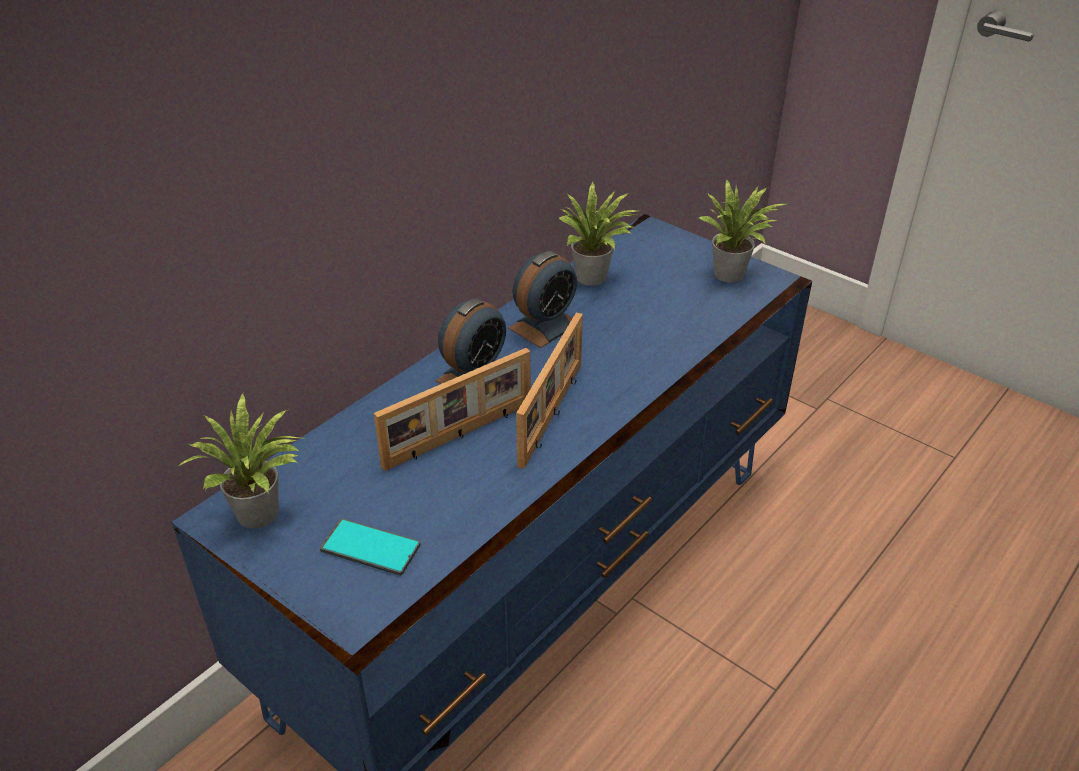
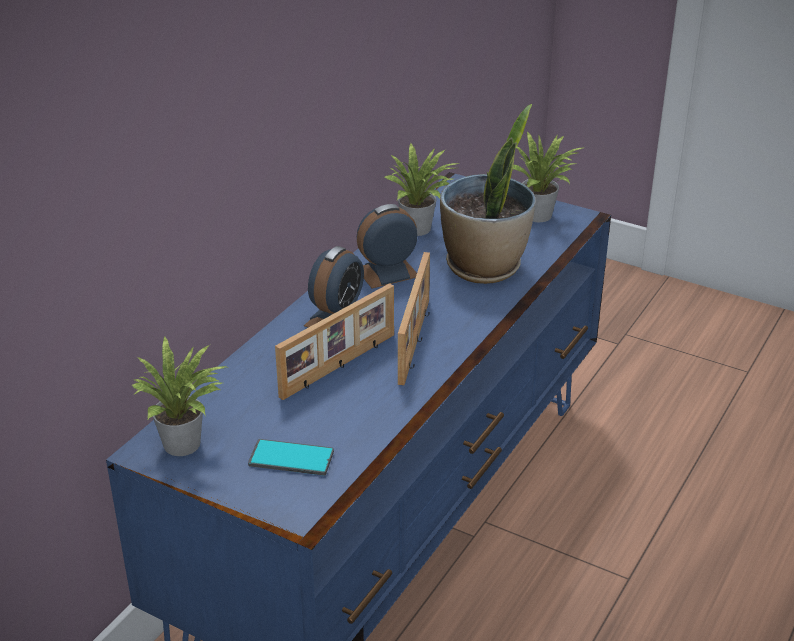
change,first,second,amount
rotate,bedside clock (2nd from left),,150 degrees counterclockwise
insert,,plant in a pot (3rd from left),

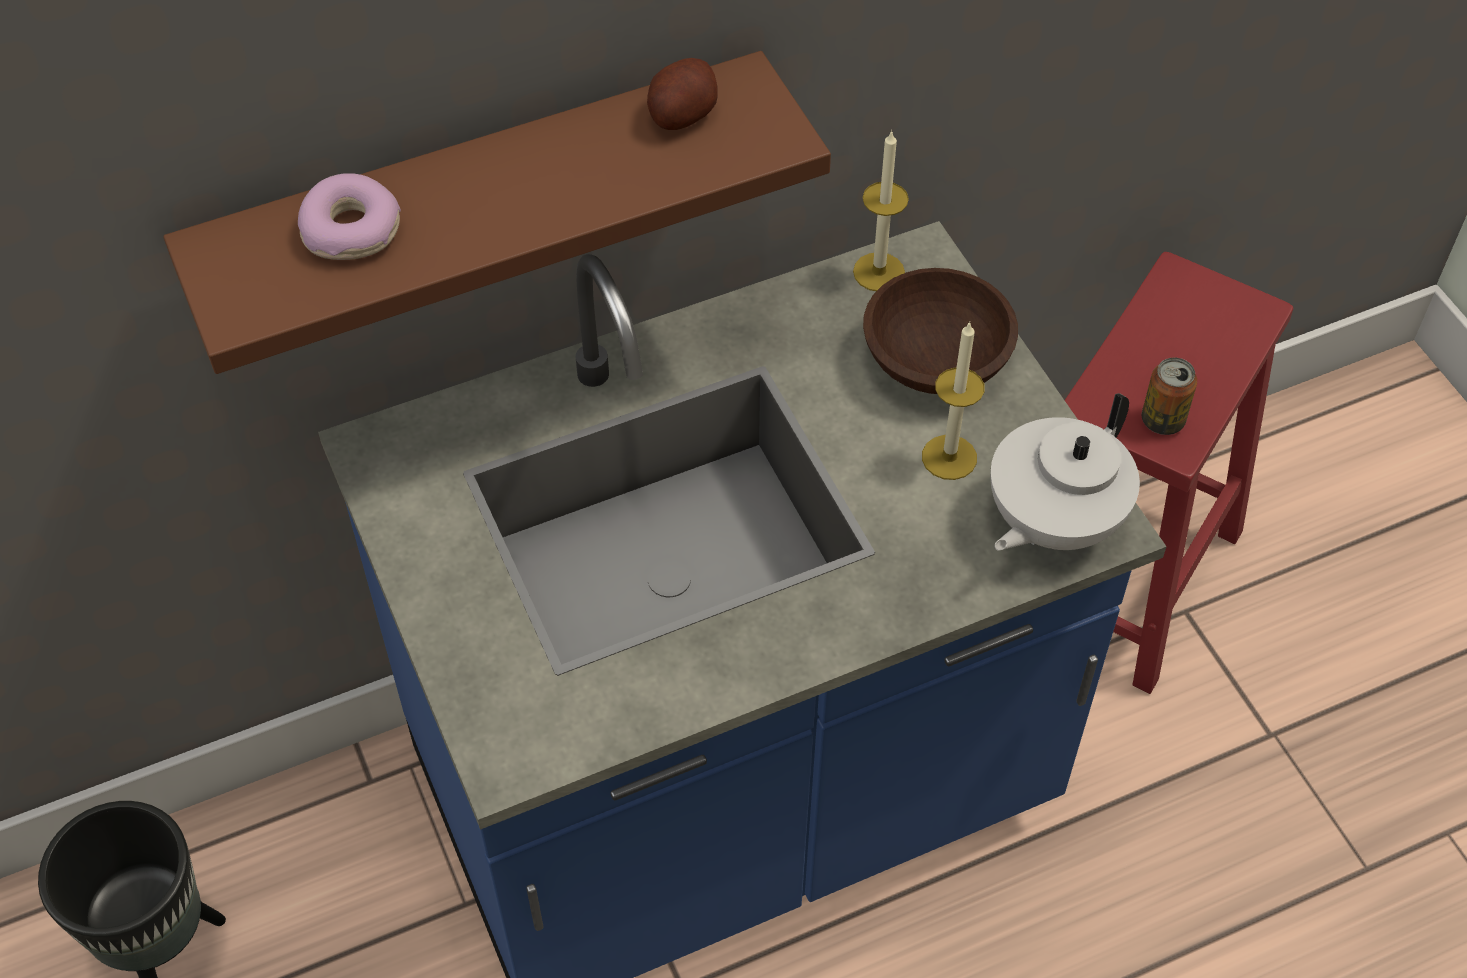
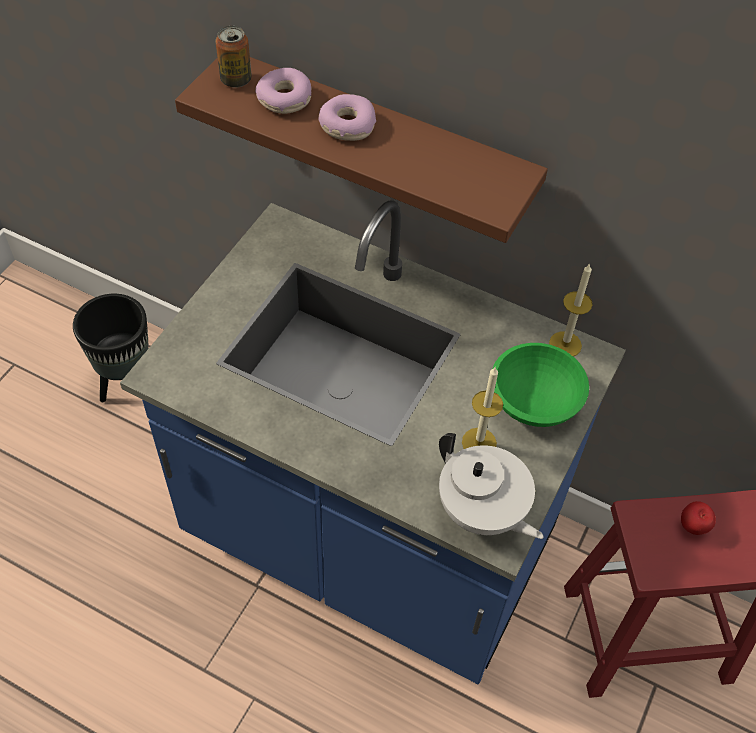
change,first,second,amount
delete,spud,,
recolor,serving bowl in brownish,serving bowl in green,
rotate,teapot in white-coloured,,135 degrees counterclockwise
move,metal can,,
insert,,donut (2nd from left),
insert,,apple fruit,

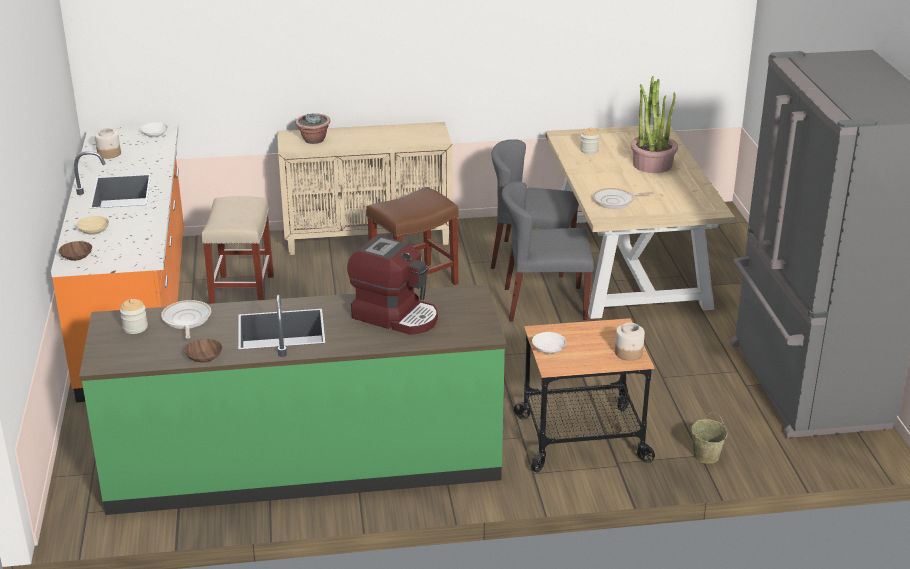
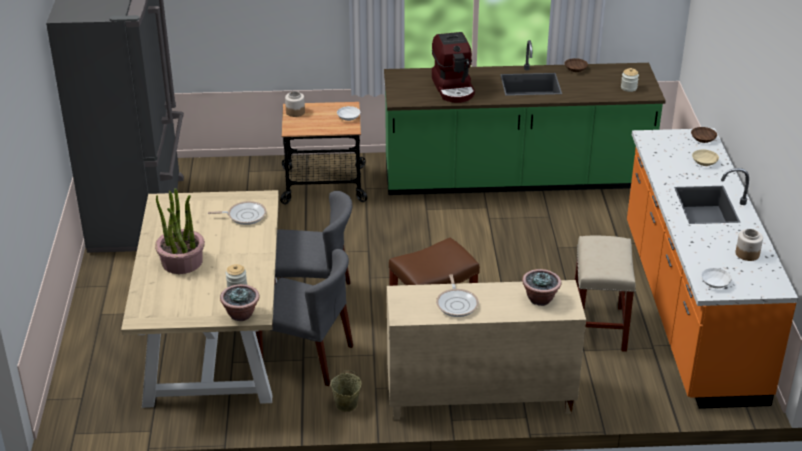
change,first,second,amount
move,frying pan (1st from left in the first image),frying pan (2nd from left),
rotate,coffee brewer,,135 degrees counterclockwise
move,pail in sand-coloured,,
insert,,plant in a pot (2nd from left),

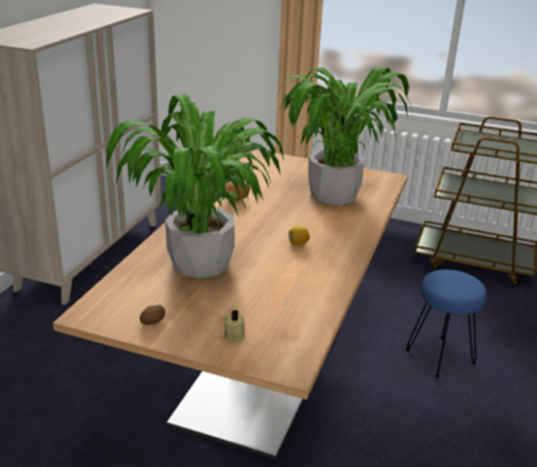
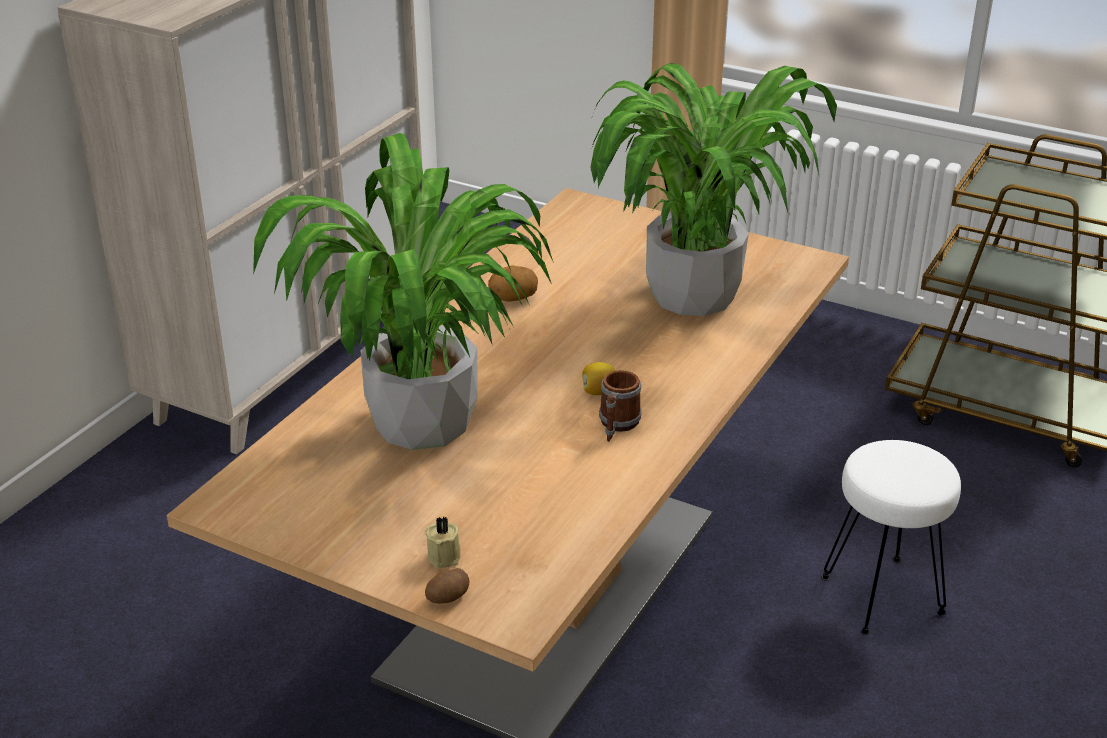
change,first,second,amount
move,spud (1st from left),,
recolor,sitting stool in bluish,sitting stool in white-coloured,
insert,,coffee mug,

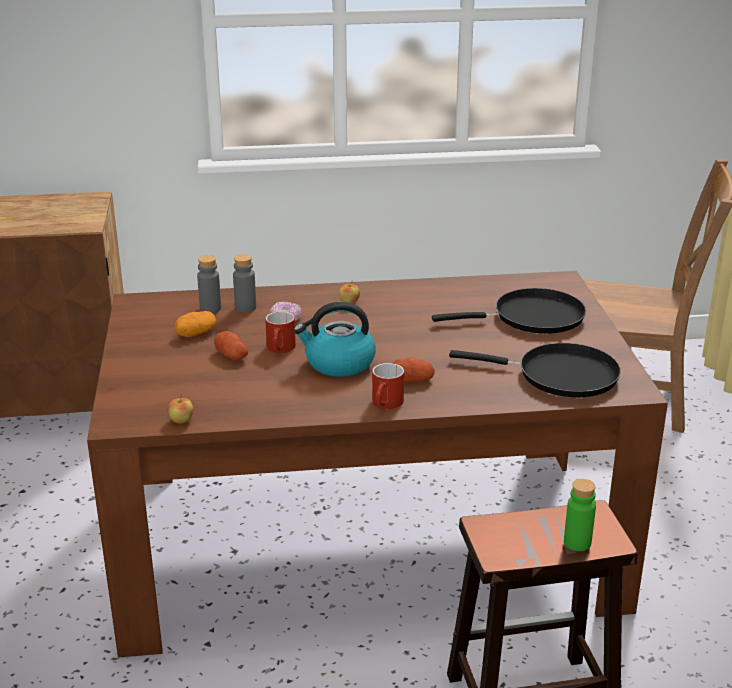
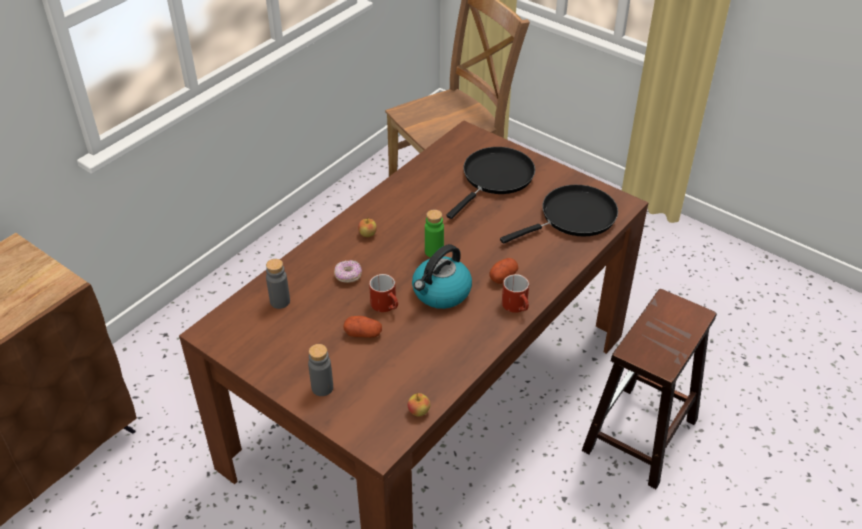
change,first,second,amount
delete,spud (1st from left),,
move,beverage bottle in grey (2nd from left),,
move,beverage bottle in green,,

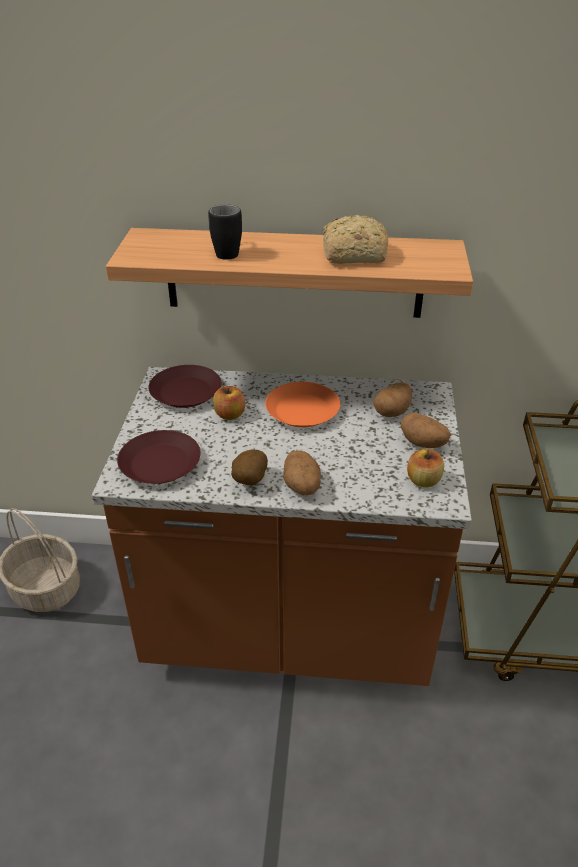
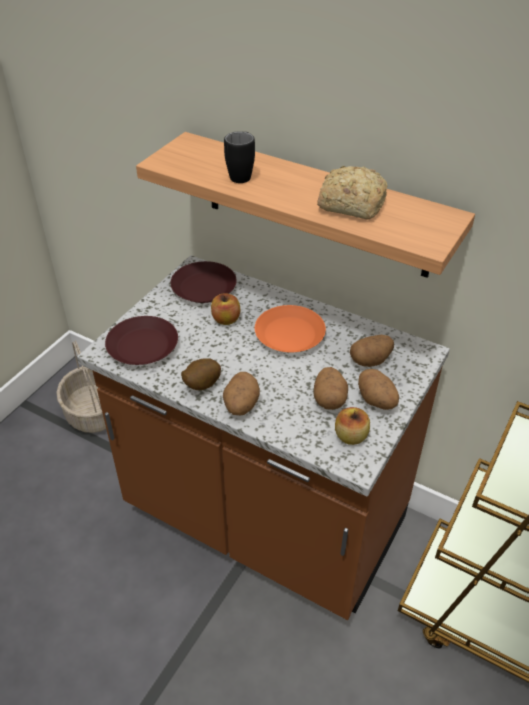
change,first,second,amount
insert,,spud (3rd from left),

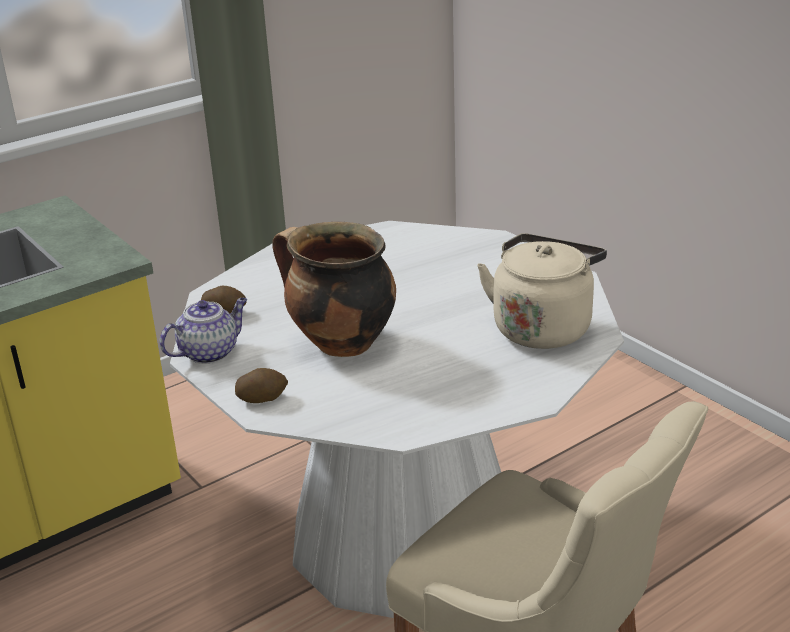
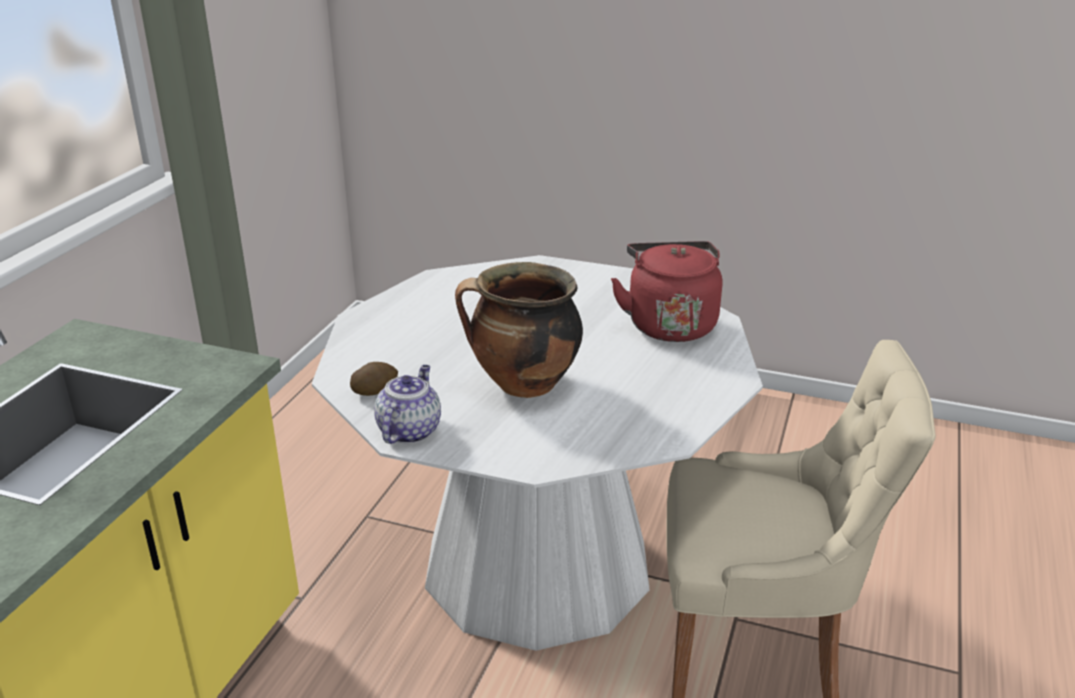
change,first,second,amount
delete,spud (2nd from left),,
recolor,water kettle in sand-coloured,water kettle in red,

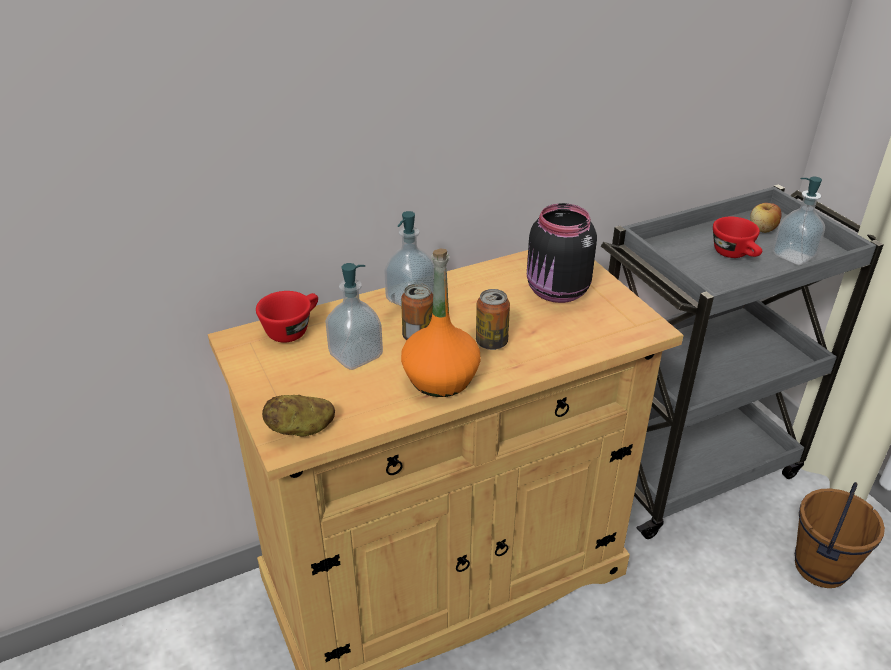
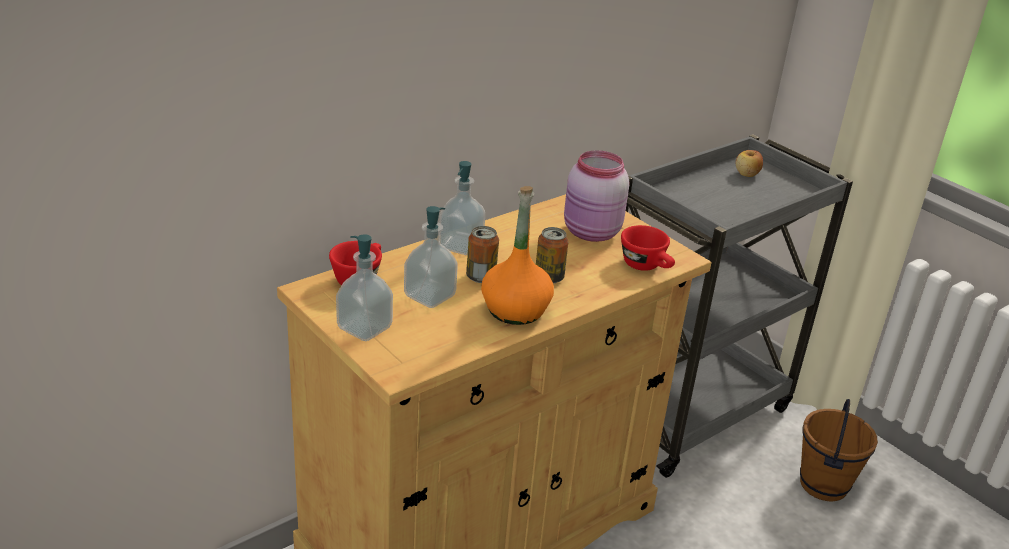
change,first,second,amount
delete,spud,,
recolor,jar in blackish,jar in pink,
move,drinking cup in red (2nd from left),,
move,liquid soap bottle (3rd from left in the first image),liquid soap bottle (1st from left),

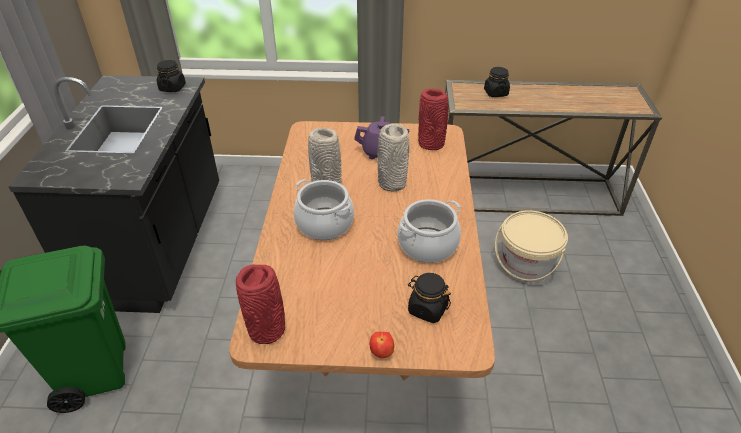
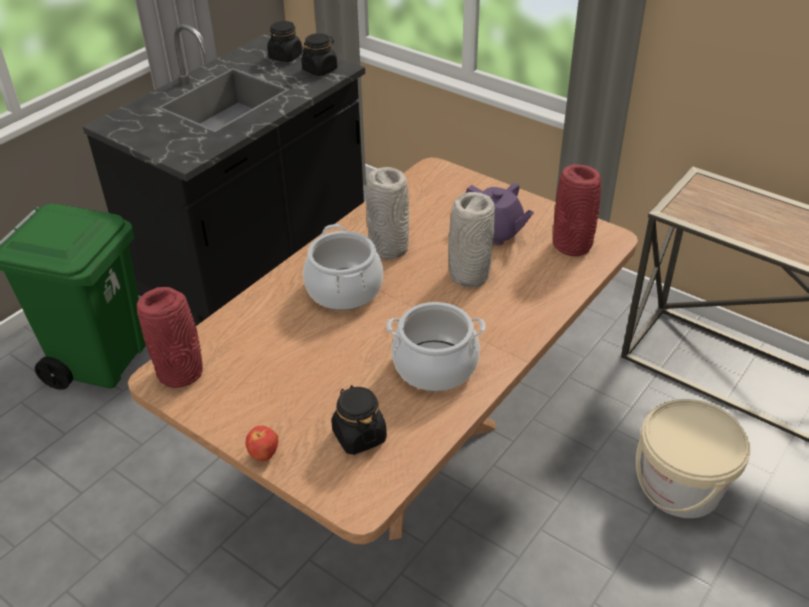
change,first,second,amount
move,jar in blackish (3rd from left in the first image),jar in blackish (1st from left),

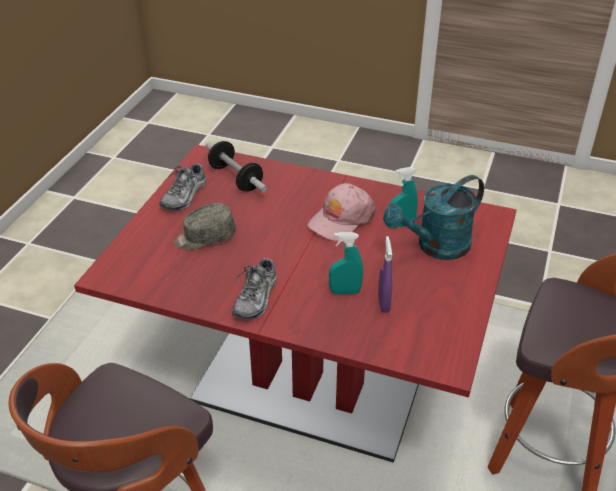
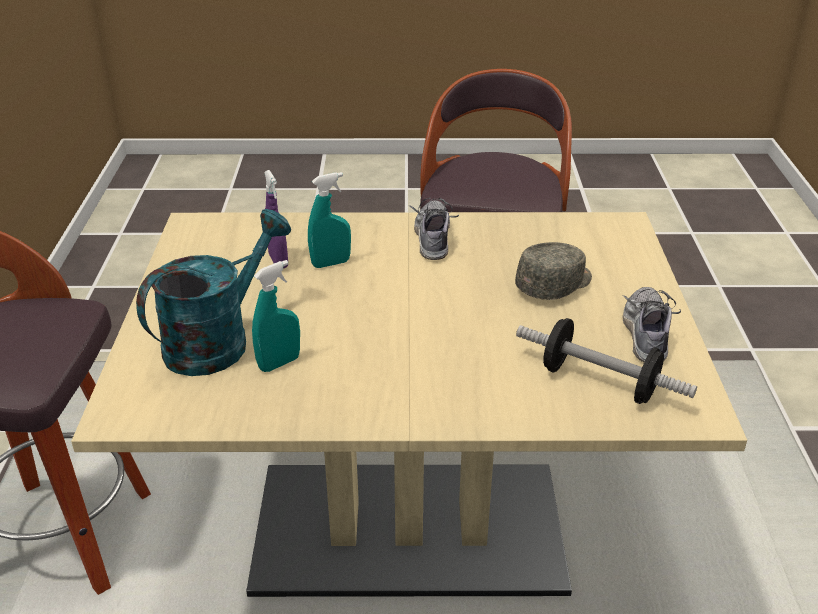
change,first,second,amount
recolor,dinner table in red,dinner table in sand-coloured,
delete,peaked cap in pink,,

